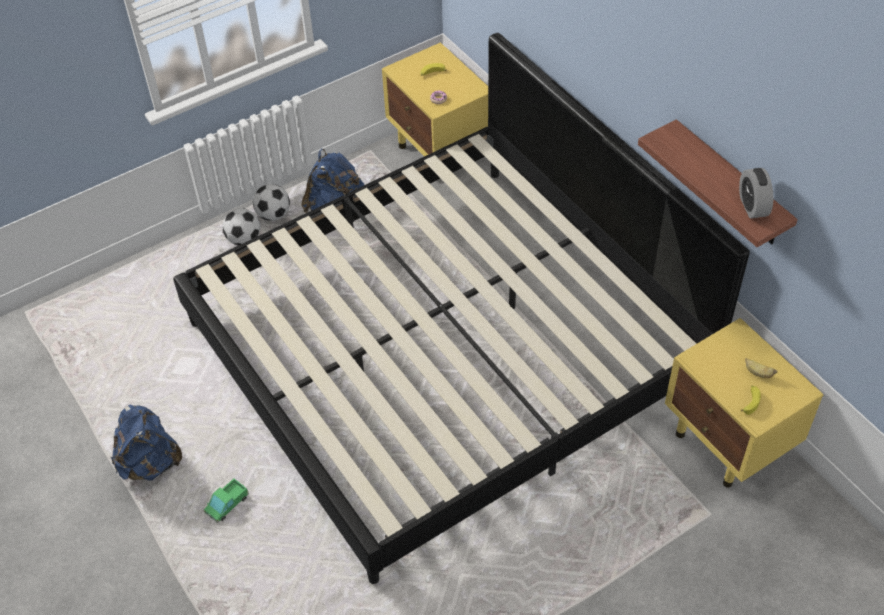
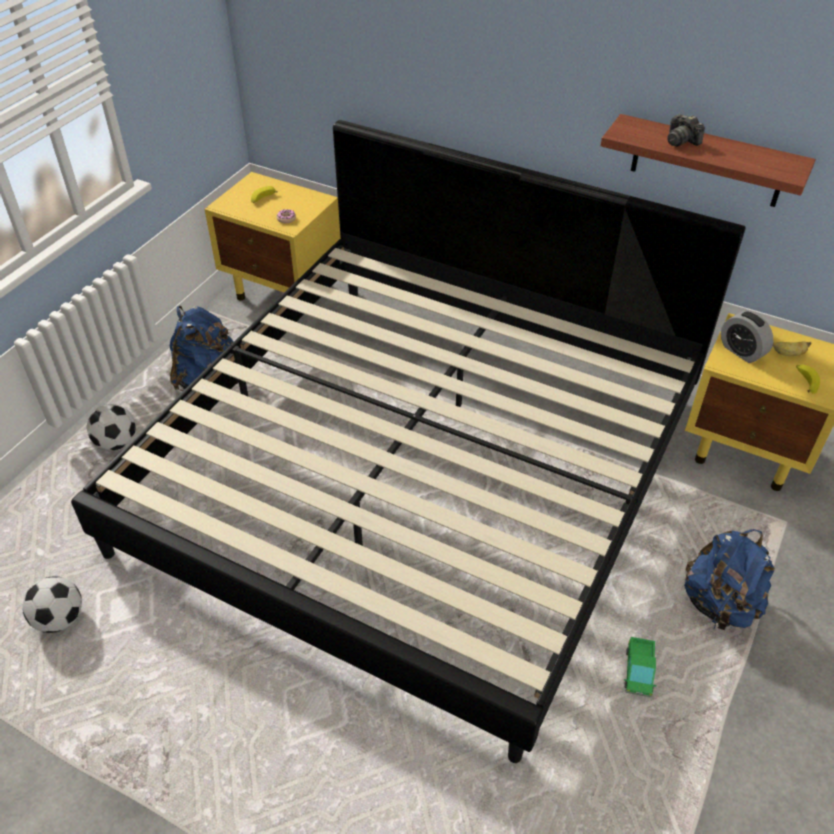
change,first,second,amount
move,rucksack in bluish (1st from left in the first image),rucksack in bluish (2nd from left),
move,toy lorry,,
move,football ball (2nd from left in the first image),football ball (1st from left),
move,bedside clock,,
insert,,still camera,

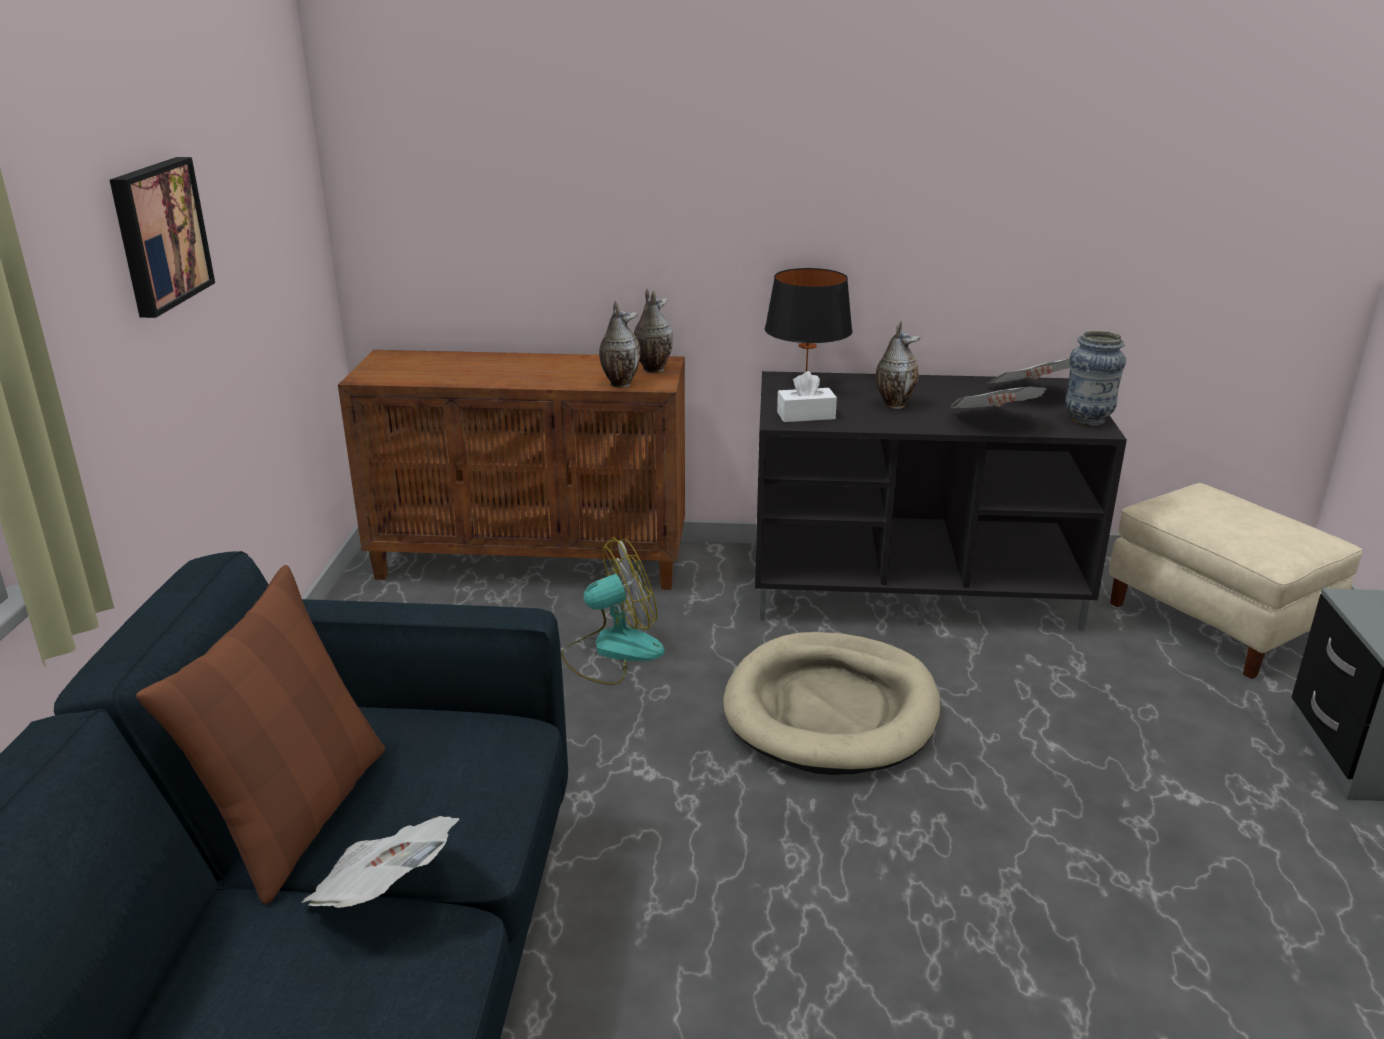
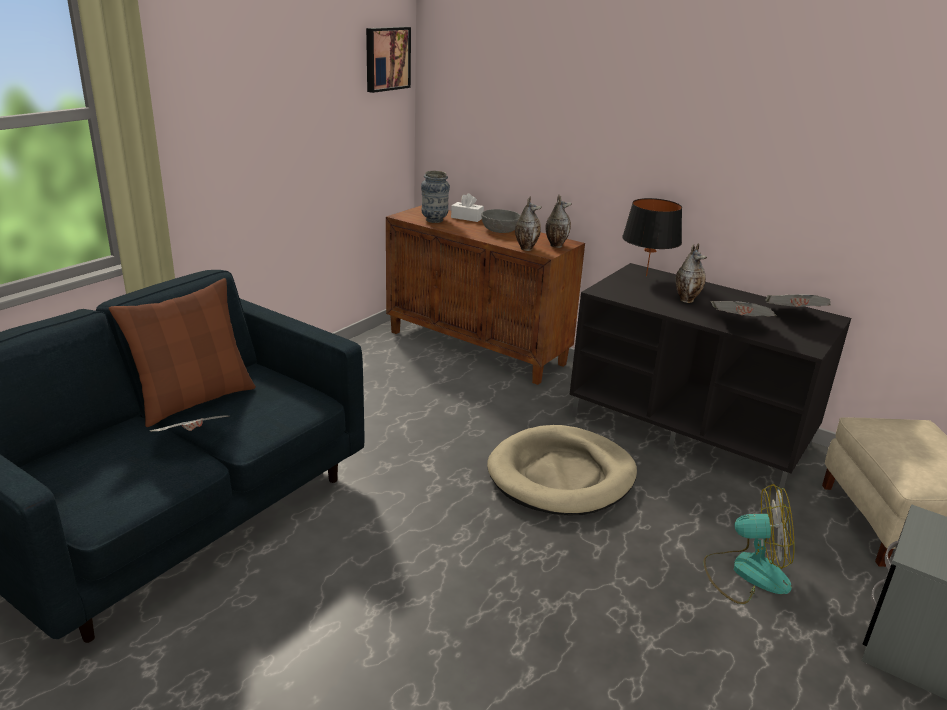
change,first,second,amount
move,wall art,,
move,electric fan,,
move,tissue box in white-coloured,,
move,vase (4th from left in the first image),vase (1st from left),
insert,,serving bowl in grey,

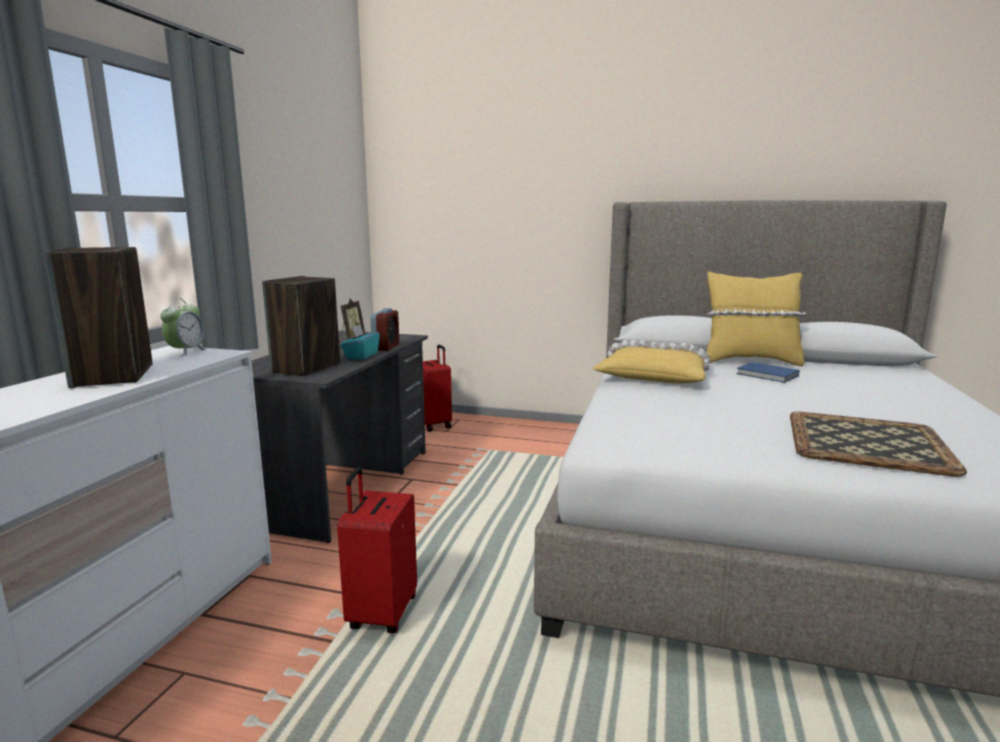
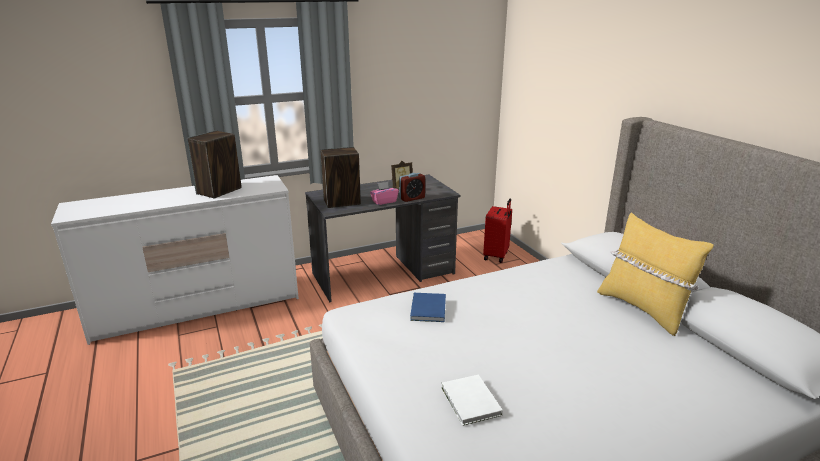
change,first,second,amount
delete,bedside clock (1st from left),,
delete,piece of luggage in red (1st from left),,
recolor,tissue box in turquoise,tissue box in pink,
delete,throw pillow in yellow-coloured (1st from left),,
move,bound book in bluish,,
replace,serving tray,bound book in white-coloured,

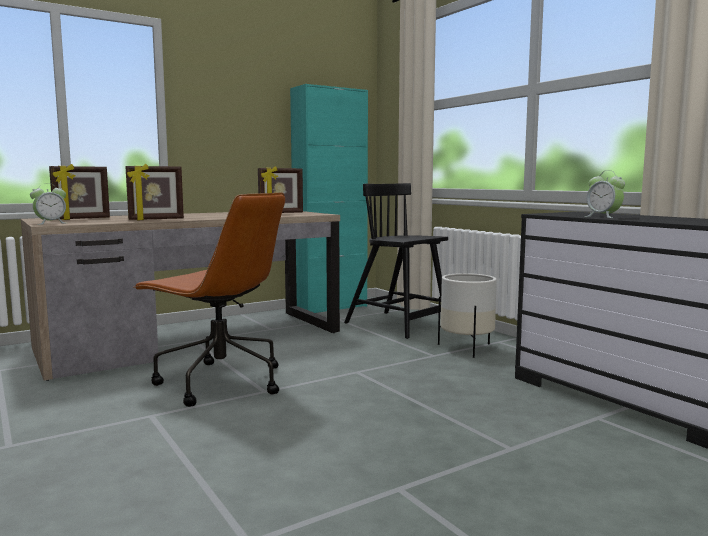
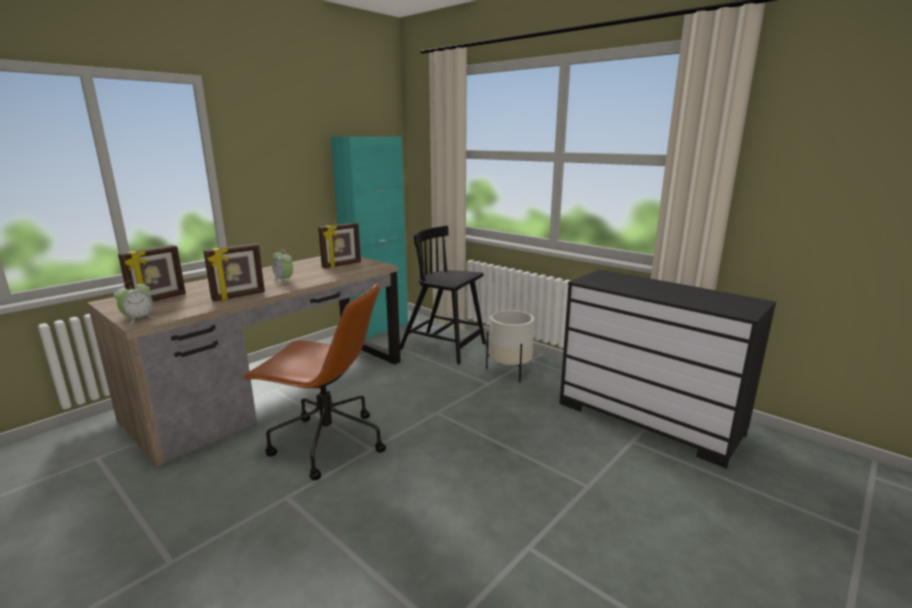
change,first,second,amount
move,bedside clock (2nd from left),,

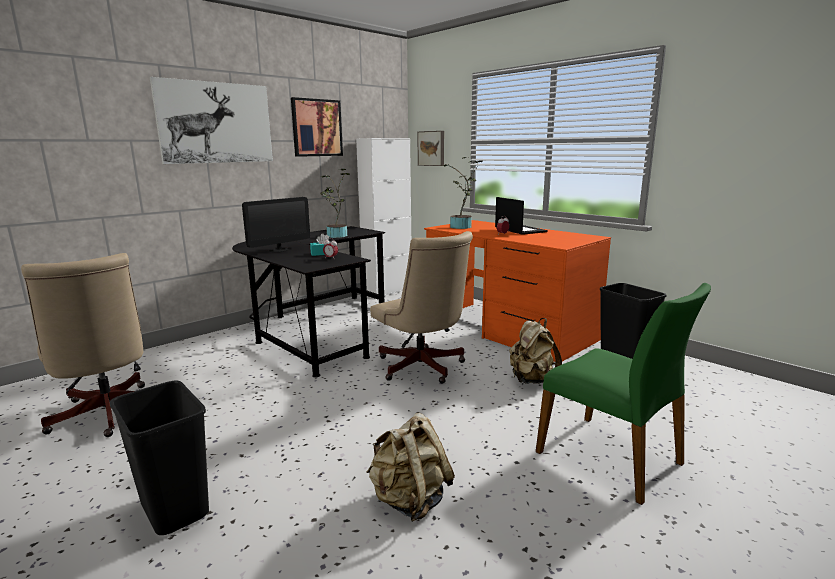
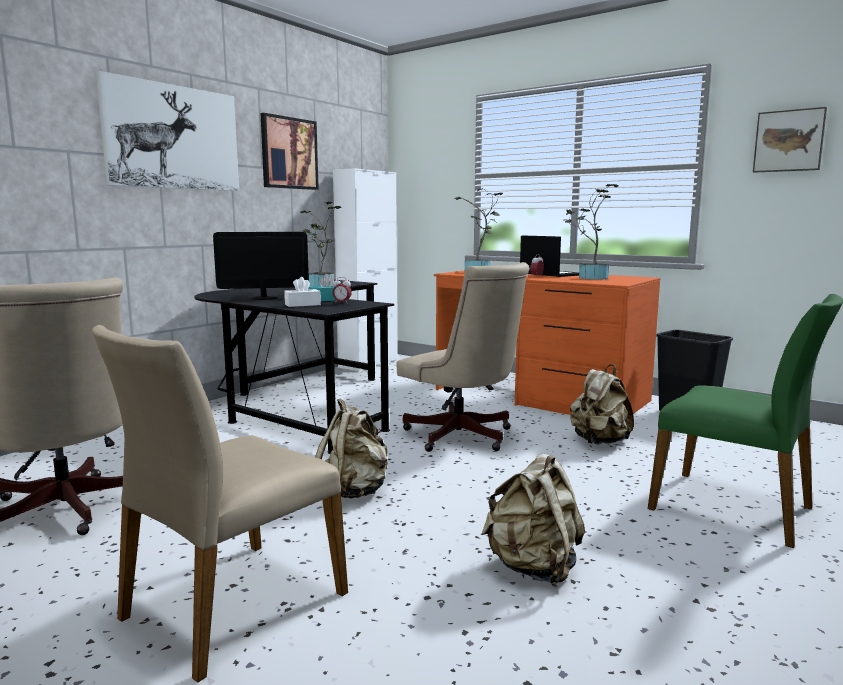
change,first,second,amount
replace,waste bin in blackish (1st from left),upright chair in sand-coloured,
rotate,computer display,,135 degrees counterclockwise
move,wall art (3rd from left),,
insert,,tissue box in white-coloured,
insert,,rucksack in sand-coloured (1st from left),
insert,,plant in a pot (3rd from left),

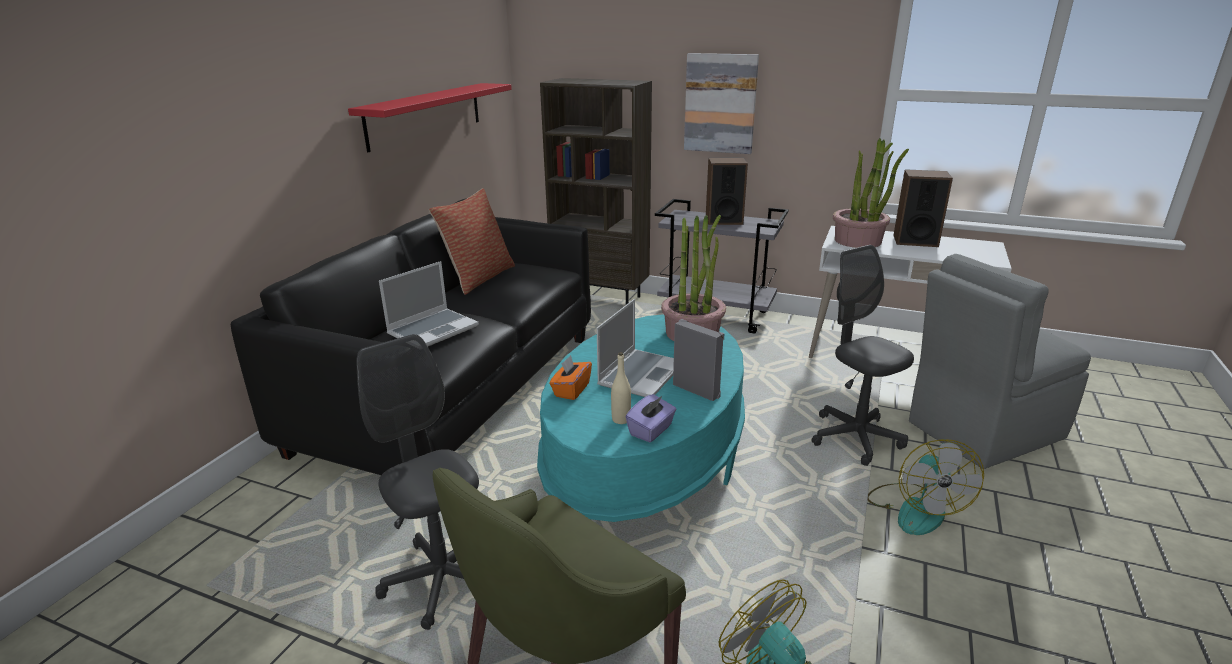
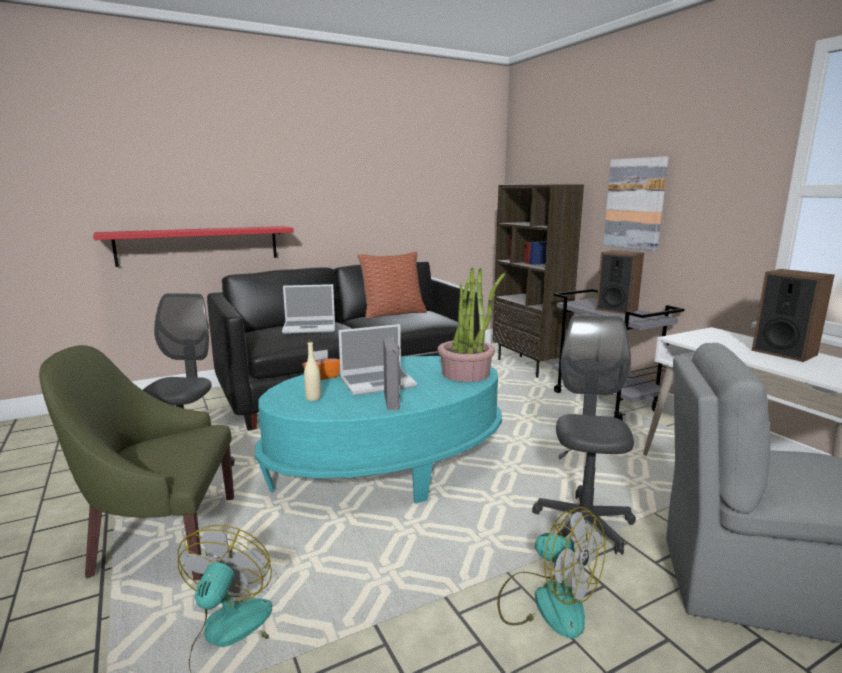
change,first,second,amount
move,bracket shelf in red,,
delete,tissue box in purple,,
delete,plant in a pot (2nd from left),,
rotate,electric fan (2nd from left),,90 degrees counterclockwise

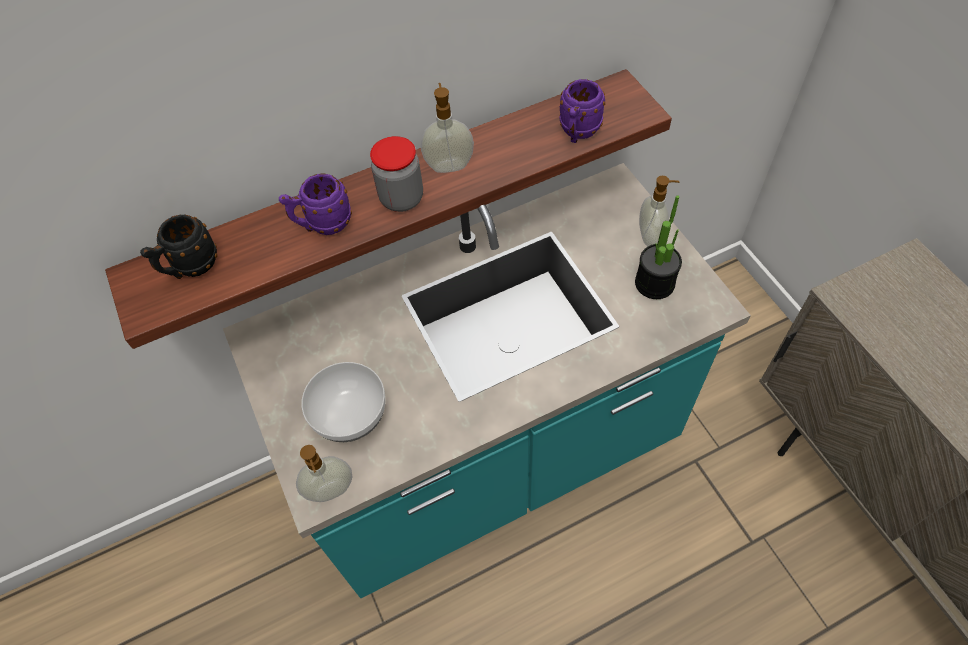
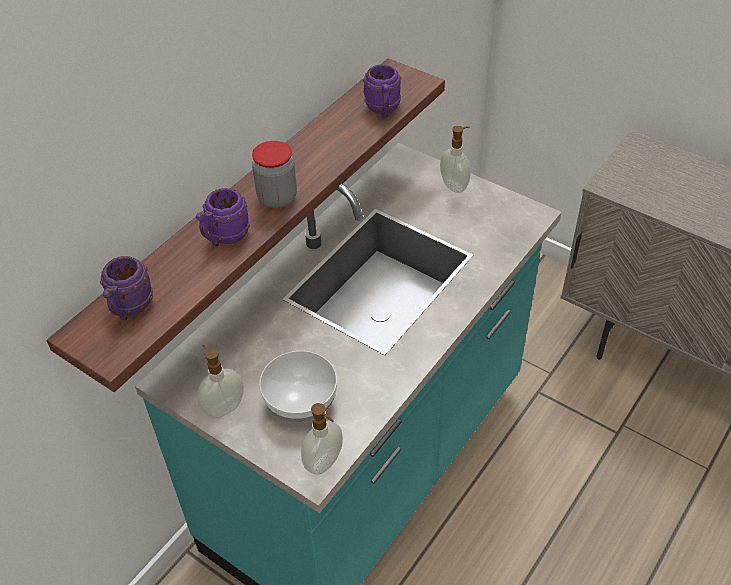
change,first,second,amount
recolor,coffee mug in blackish,coffee mug in purple (1st from left),
move,liquid soap bottle (2nd from left in the first image),liquid soap bottle (1st from left),
delete,plant in a pot,,

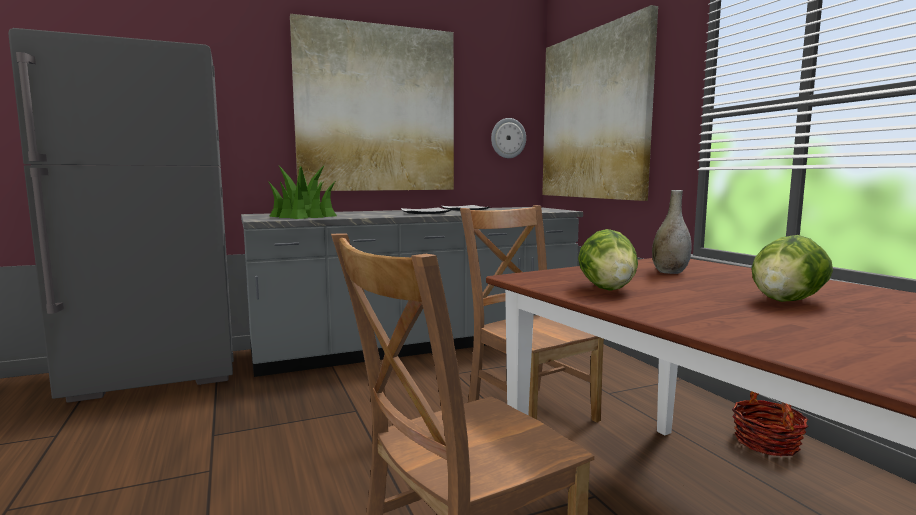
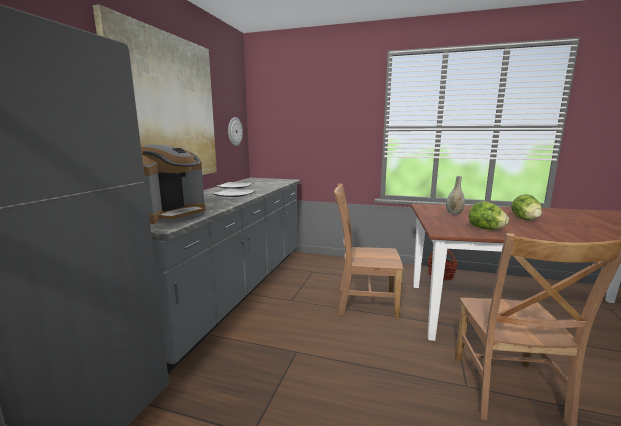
change,first,second,amount
replace,plant in a pot,coffee brewer,
delete,wall art (2nd from left),,

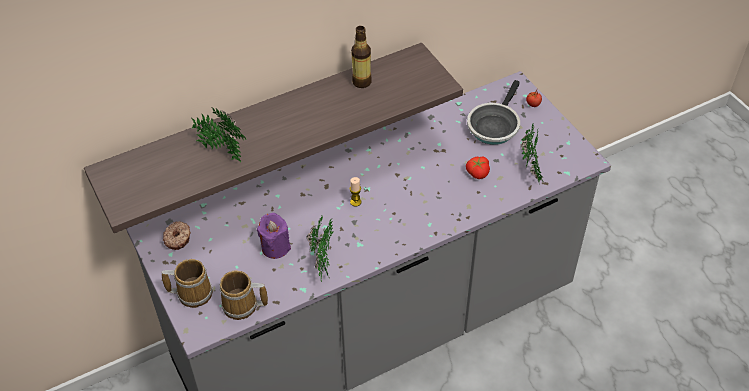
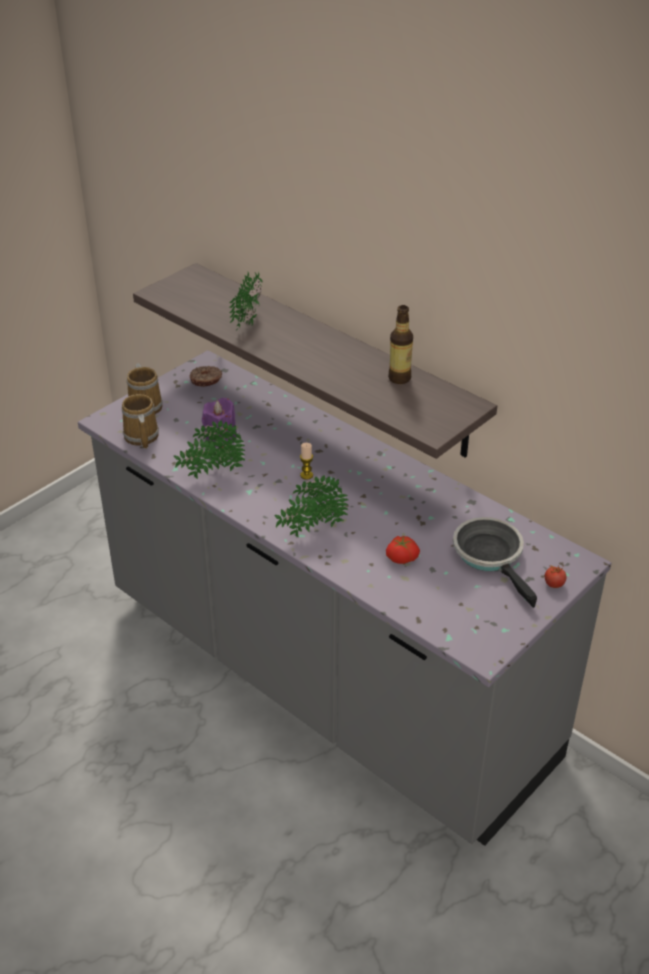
change,first,second,amount
rotate,frying pan,,60 degrees clockwise
move,plant in a pot (3rd from left),,

